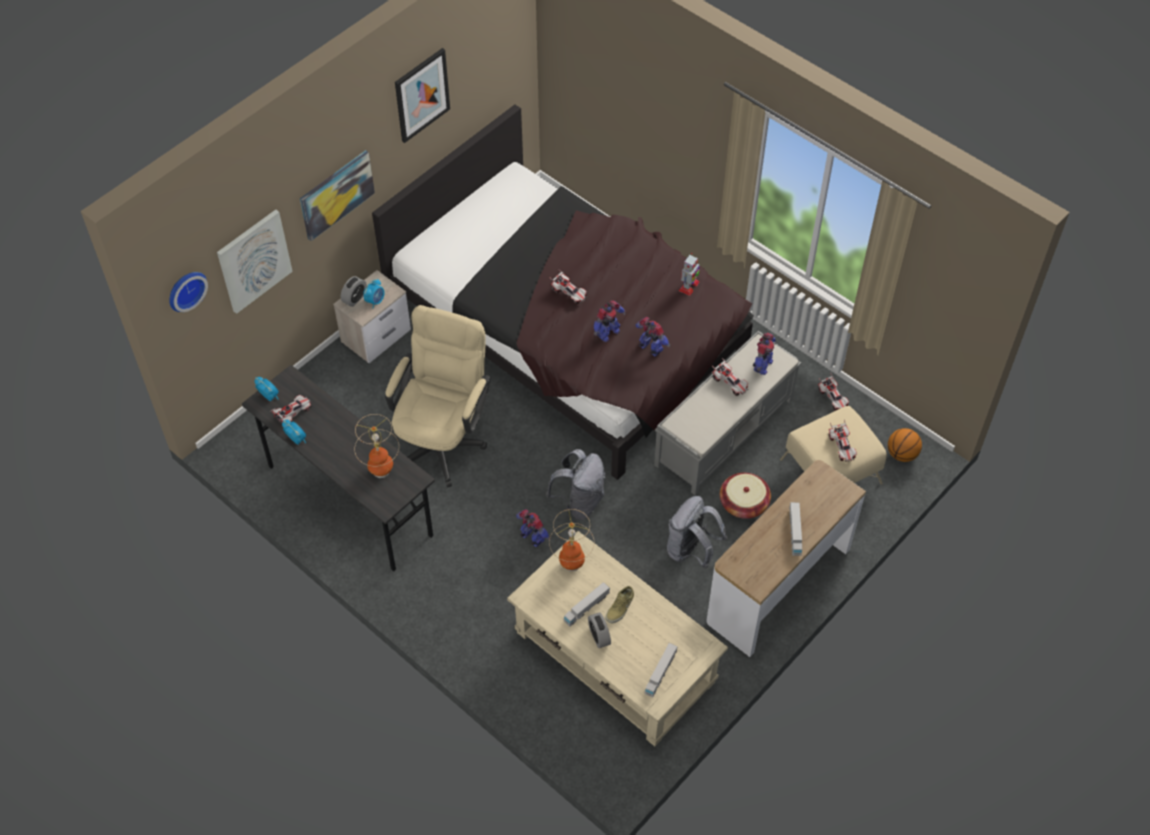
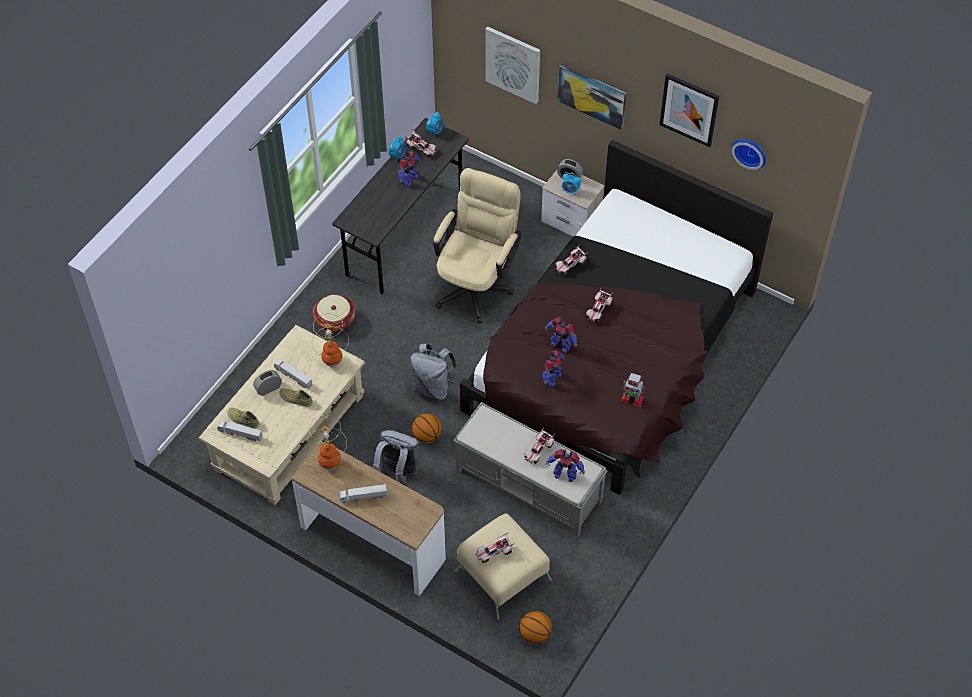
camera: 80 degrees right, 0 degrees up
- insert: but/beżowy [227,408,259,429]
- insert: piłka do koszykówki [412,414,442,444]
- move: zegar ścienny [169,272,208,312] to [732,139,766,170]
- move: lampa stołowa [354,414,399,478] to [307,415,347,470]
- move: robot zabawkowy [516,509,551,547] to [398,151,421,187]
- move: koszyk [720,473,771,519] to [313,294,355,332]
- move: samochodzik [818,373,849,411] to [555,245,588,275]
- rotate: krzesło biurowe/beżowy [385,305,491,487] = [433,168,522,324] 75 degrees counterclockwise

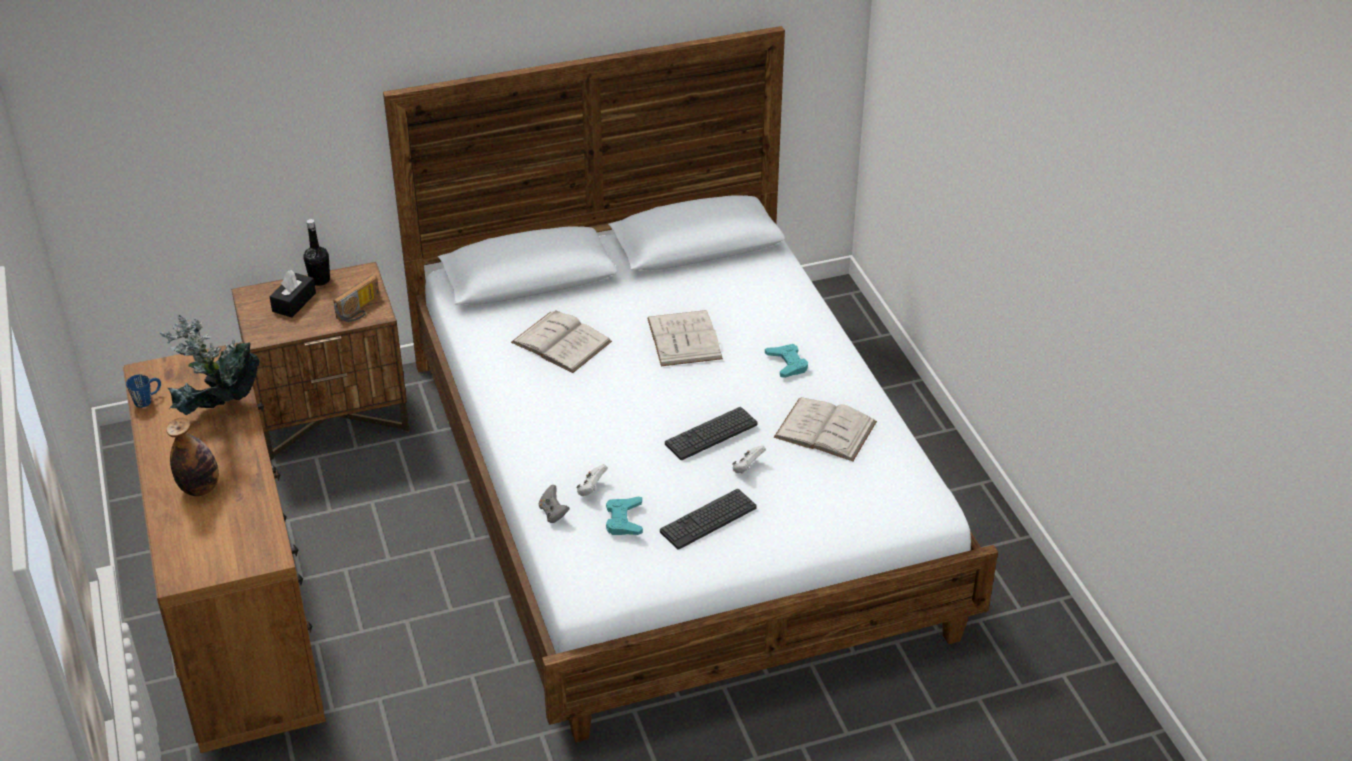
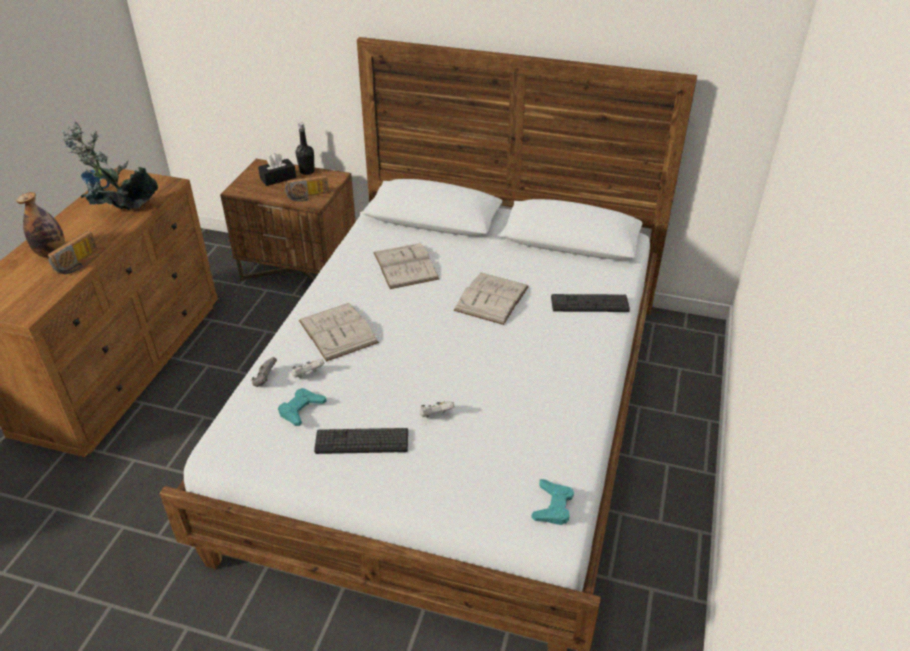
camera: 35 degrees right, 0 degrees up
- insert: radio [48,231,98,274]
- move: klawiatura [665,407,758,460] to [551,294,630,312]
- move: pad do gier/turkusowy [765,344,808,378] to [531,479,574,525]
- move: książka/biały [774,397,877,461] to [299,303,379,362]

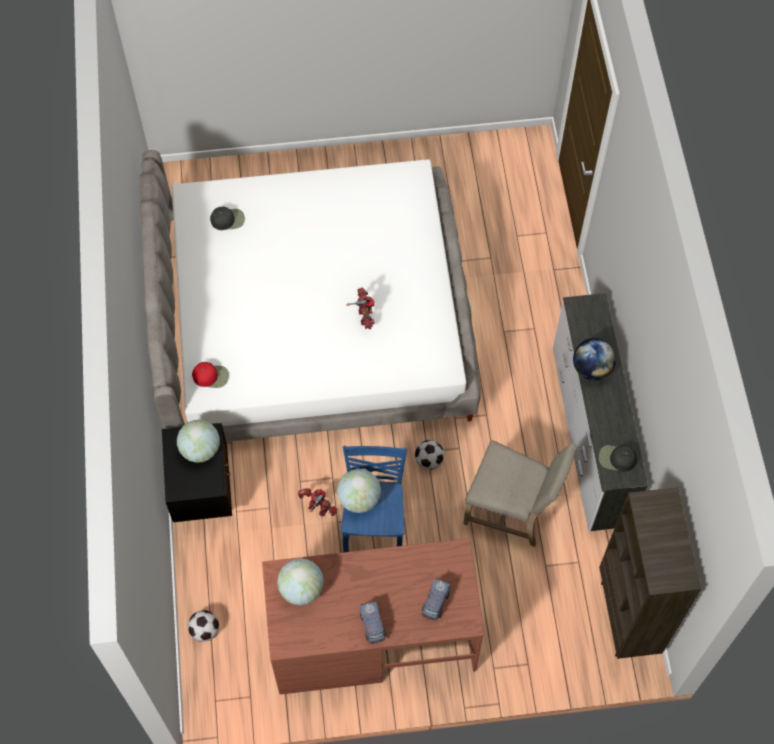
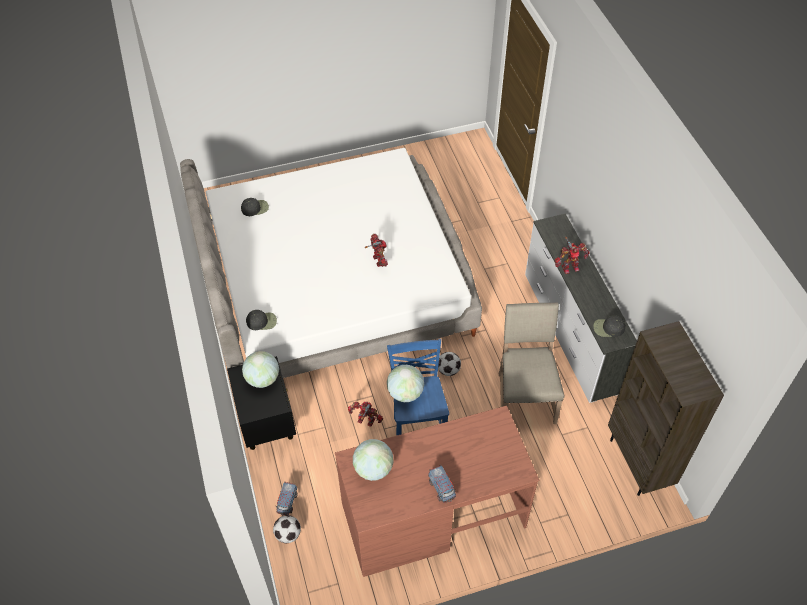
camera: 10 degrees left, 10 degrees down
- move: ciężarówka zabawkowa [422,578,451,621] to [275,482,298,516]
- replace: globus [573,338,616,380] to robot zabawkowy [554,237,590,274]
- recolor: czapka z daszkiem/czerwony [192,362,229,388] to czapka z daszkiem/czarny [246,310,277,330]
- rotate: krzesło/beżowy [463,440,578,547] = [499,302,564,424] 105 degrees counterclockwise

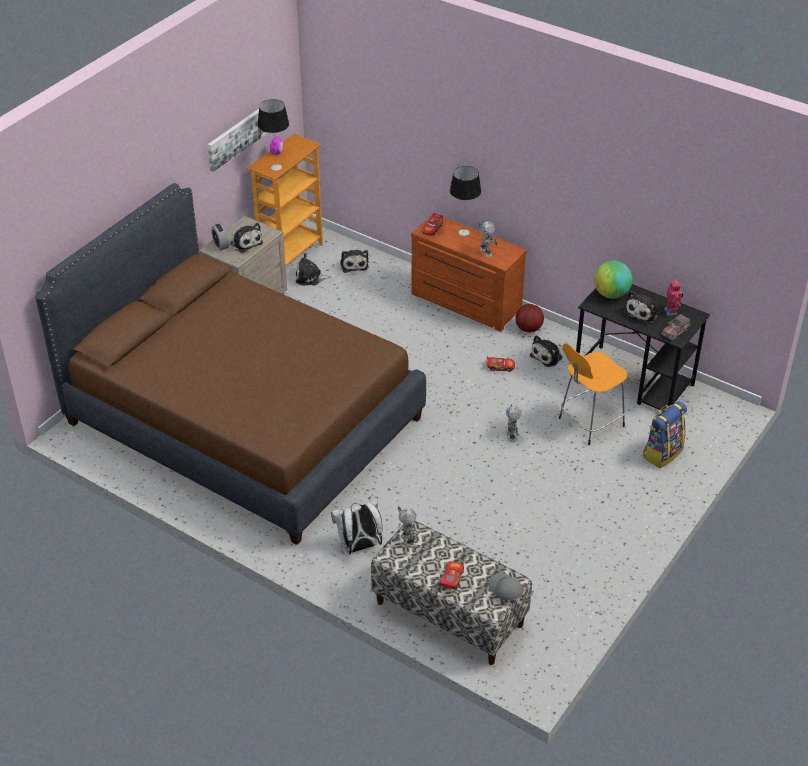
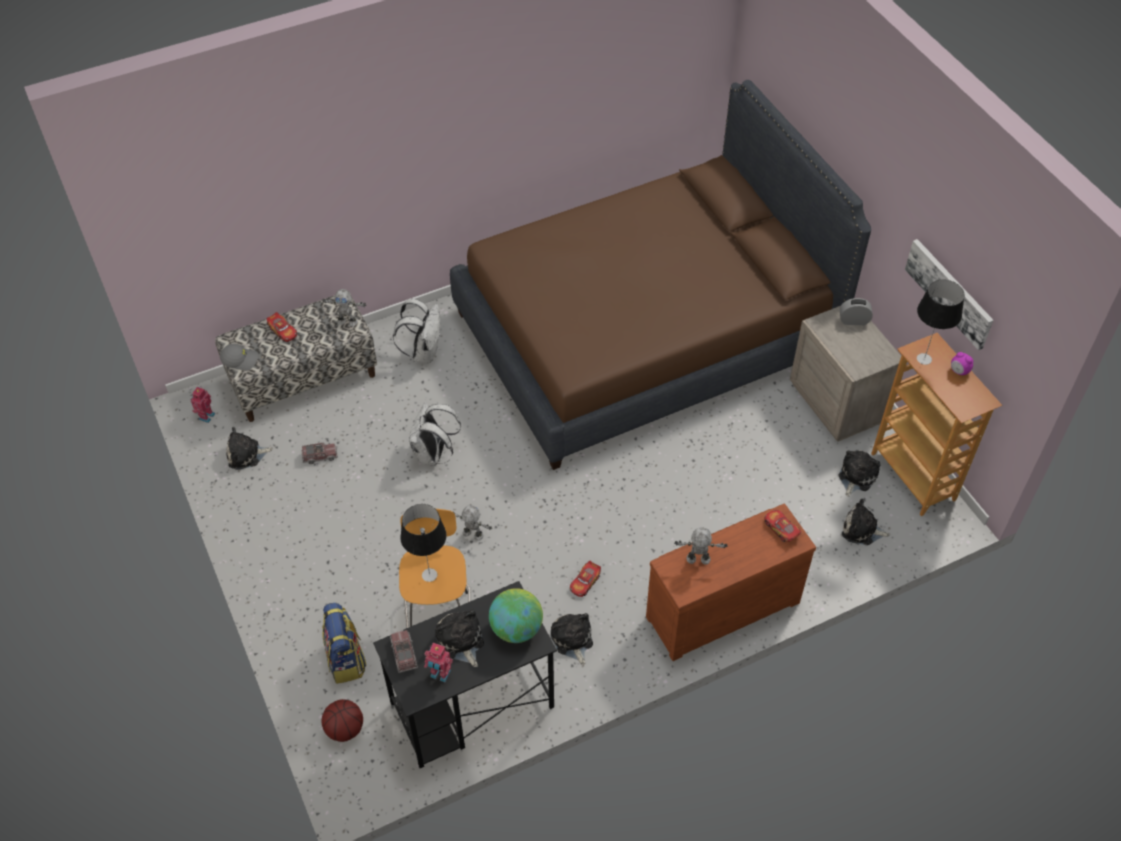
camera: 120 degrees right, 10 degrees up
- insert: robot zabawkowy [191,386,215,423]
- insert: ciężarówka zabawkowa [301,443,338,464]
- insert: plecak/biały [409,402,461,466]
- move: pluszak [230,223,263,253] to [226,427,273,470]
- move: lampa stołowa [450,166,481,236] to [400,504,447,582]
- move: piłka do koszykówki [515,304,544,332] to [322,699,363,742]

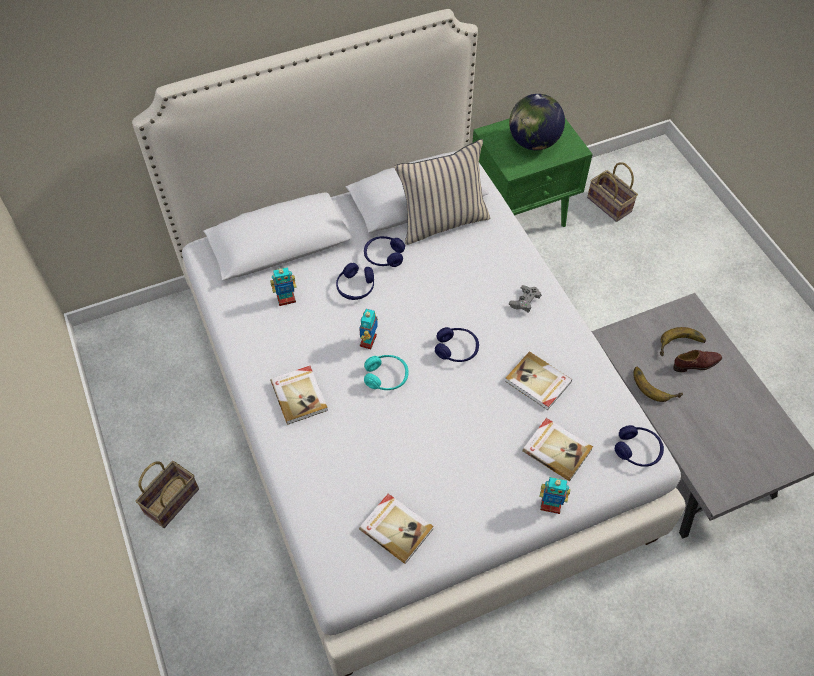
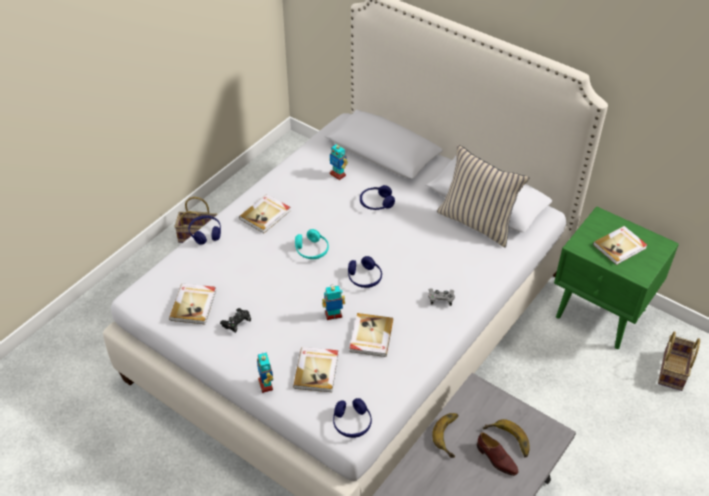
camera: 60 degrees right, 10 degrees down
- insert: pad do gier/czarny [220,308,251,333]
- move: robot zabawkowy [359,309,378,349] to [322,284,345,320]
- move: słuchawki/niebieski [364,236,405,267] to [188,215,221,245]
- replace: globus [509,94,565,150] to książka [593,226,647,265]

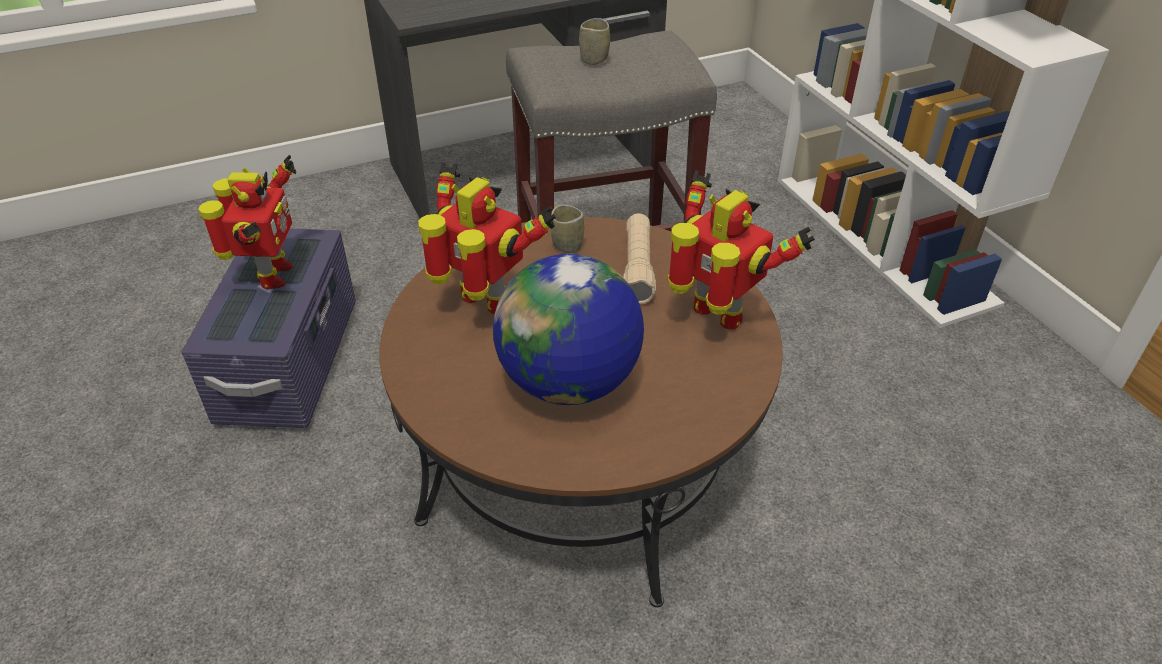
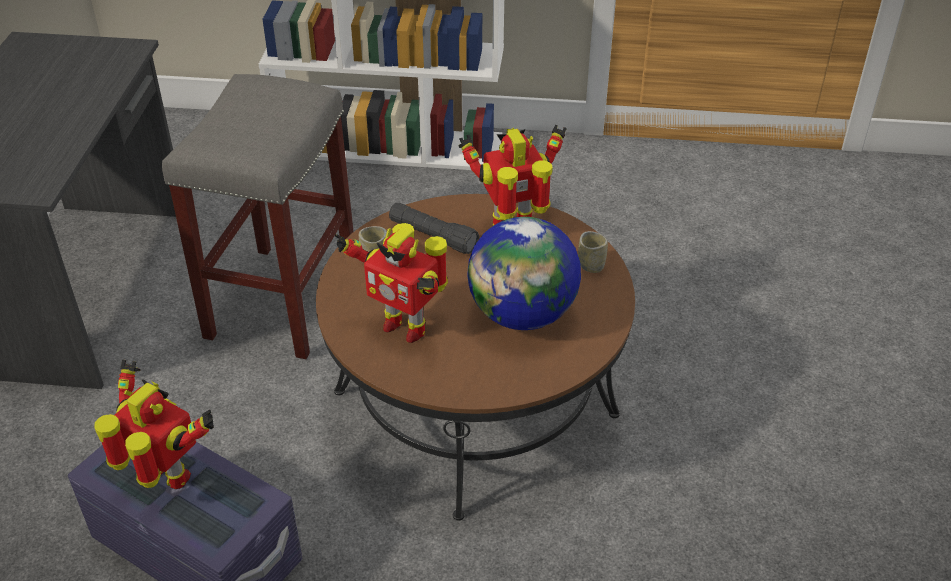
camera: 60 degrees left, 0 degrees up
- move: filiżanka [579,18,610,65] to [578,231,608,273]
- recolor: latarka/beżowy [623,213,656,304] to latarka/czarny [389,203,479,254]
- rotate: robot zabawkowy [418,162,556,314] = [335,223,448,343] 120 degrees counterclockwise

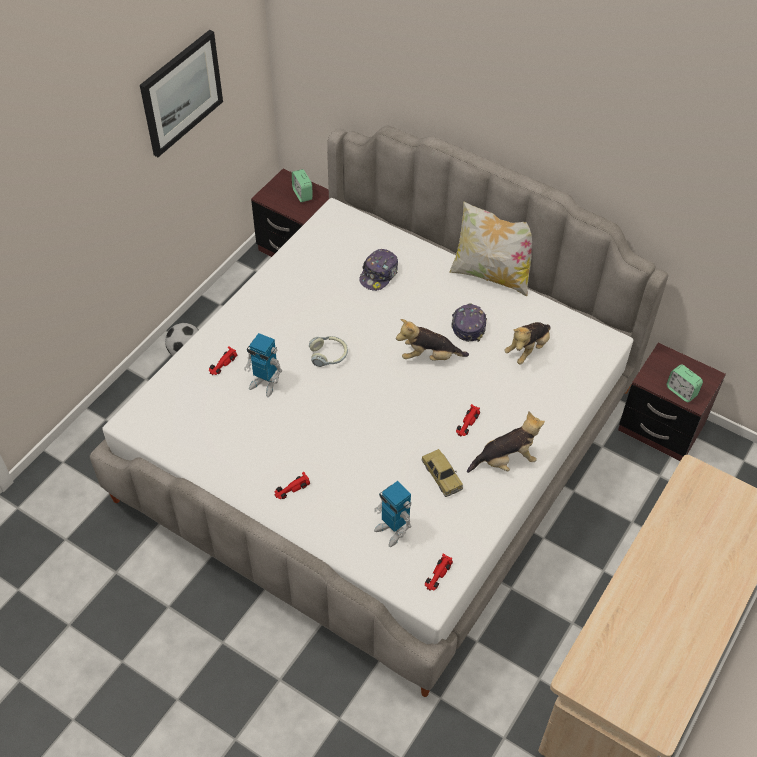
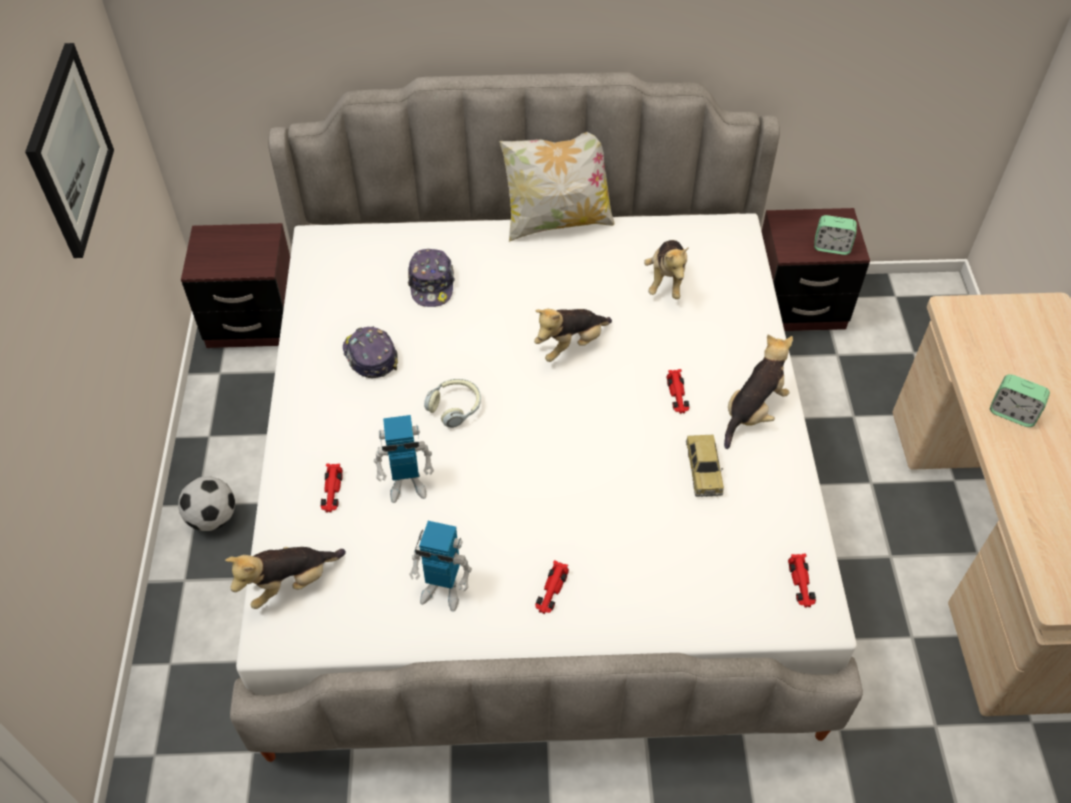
camera: 35 degrees left, 0 degrees up
- insert: pluszak [225,547,346,609]
- move: budzik [292,169,312,202] to [990,374,1050,427]
- move: robot zabawkowy [374,481,412,547] to [409,521,472,612]
- move: czapka z daszkiem [452,303,487,342] to [343,326,398,378]
- rotate: samochodzik [421,449,463,497] = [686,435,724,497] 60 degrees clockwise

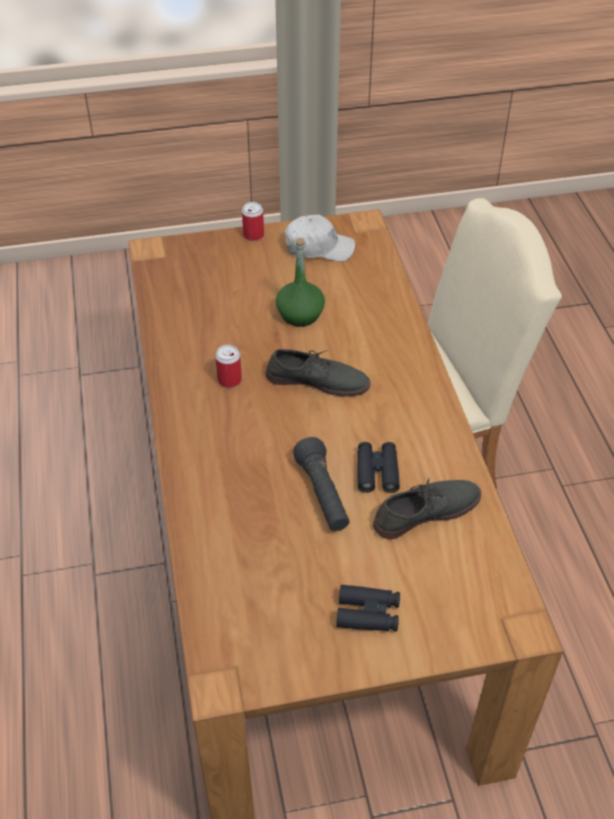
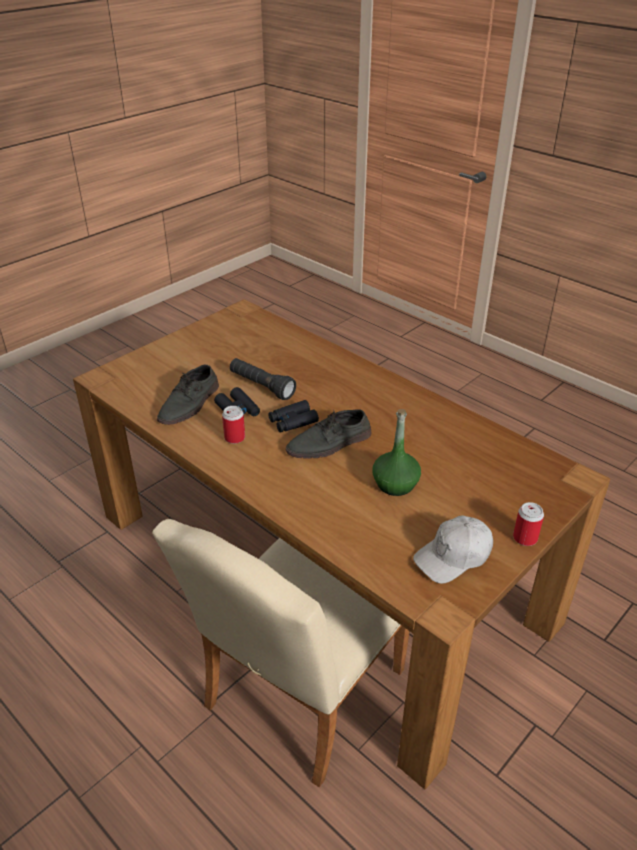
camera: 145 degrees right, 10 degrees down
- move: puszka [215,345,242,388] to [222,406,245,444]
- move: lornetka/czarny [336,585,400,632] to [268,400,319,433]

